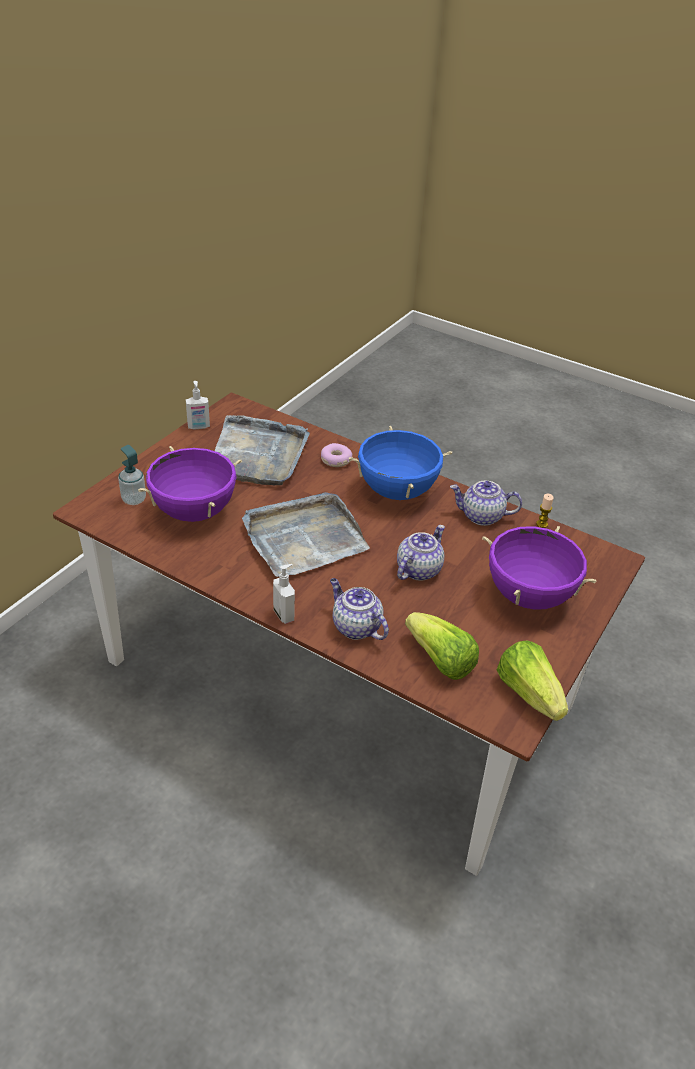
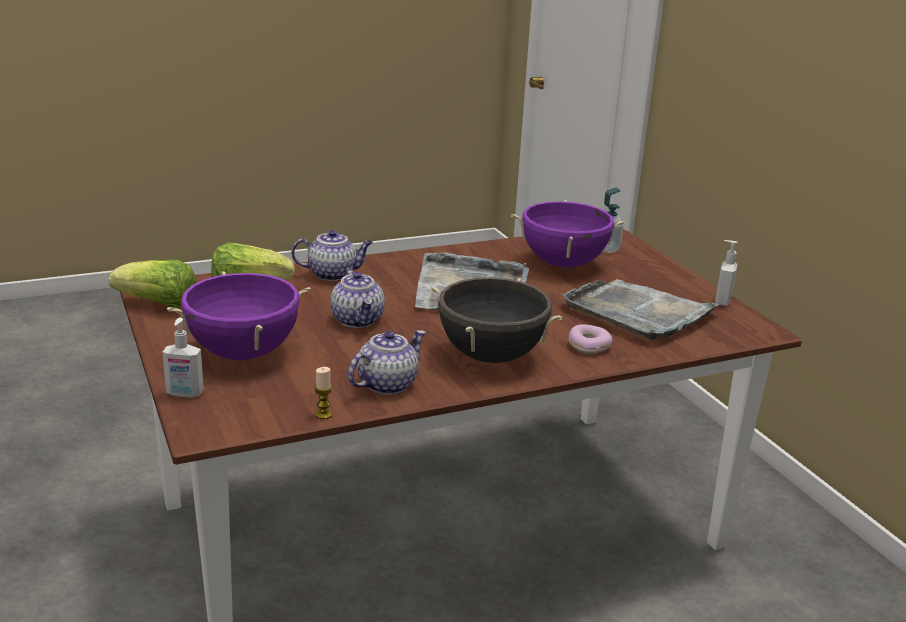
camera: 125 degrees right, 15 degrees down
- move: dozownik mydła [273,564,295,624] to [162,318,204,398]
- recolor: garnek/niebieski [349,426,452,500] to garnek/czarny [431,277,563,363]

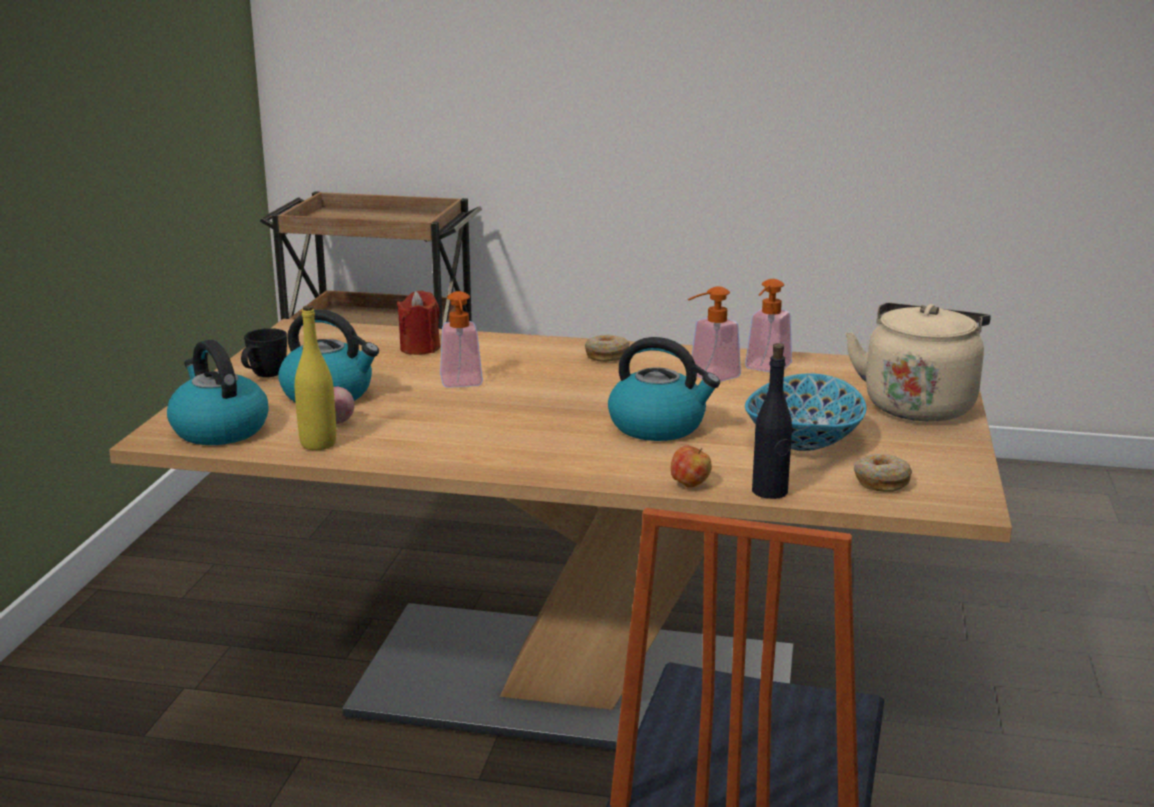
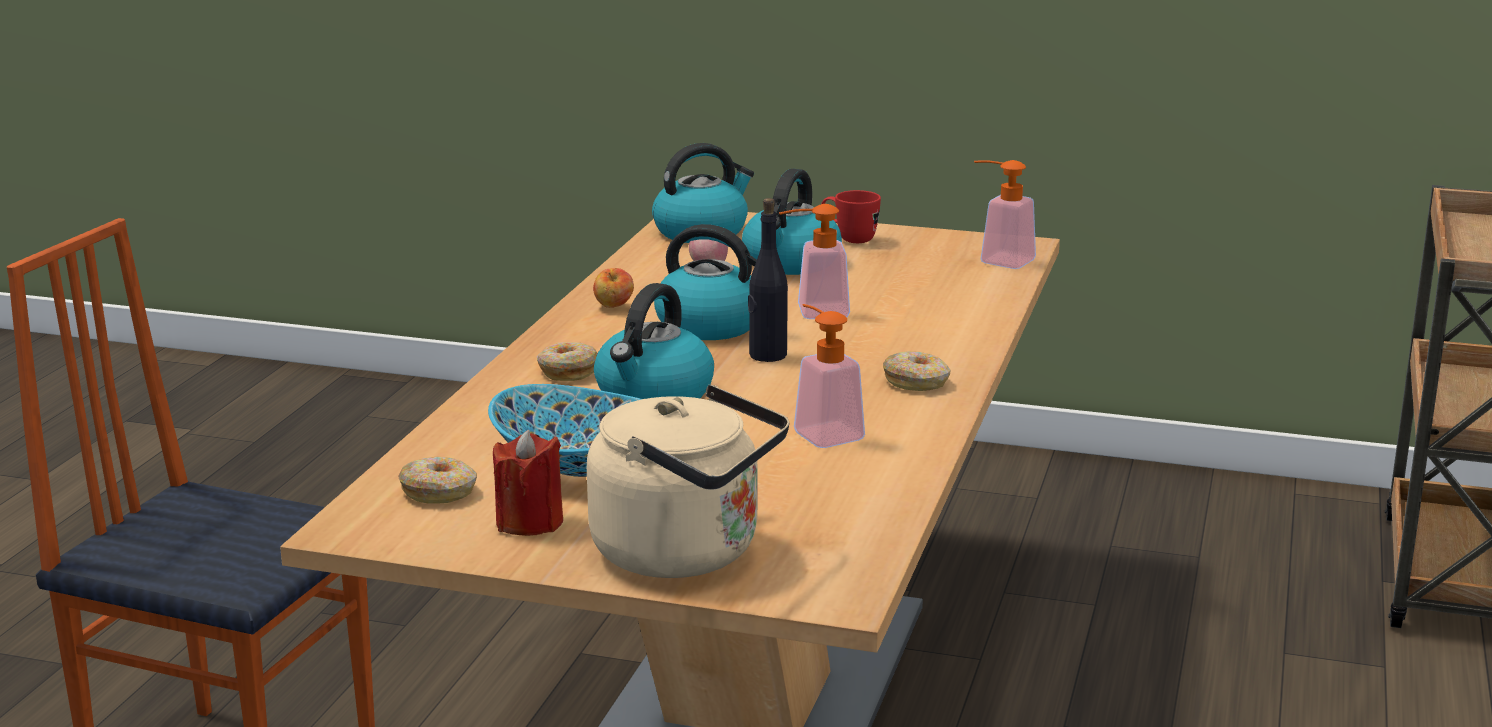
camera: 95 degrees right, 0 degrees up
- delete: butelka/żółty [295,305,336,450]
- insert: donut [537,342,598,381]
- insert: czajnik [654,224,757,340]
- move: świeca/czerwony [397,291,440,355] to [493,430,563,536]
- move: jabłko [671,446,712,488] to [593,268,634,308]
- move: dozownik mydła [745,279,792,372] to [974,160,1036,269]
- move: butelka/czarny [752,343,792,499] to [748,198,788,362]
- recolor: kubek/czarny [241,328,287,377] to kubek/czerwony [821,190,881,243]

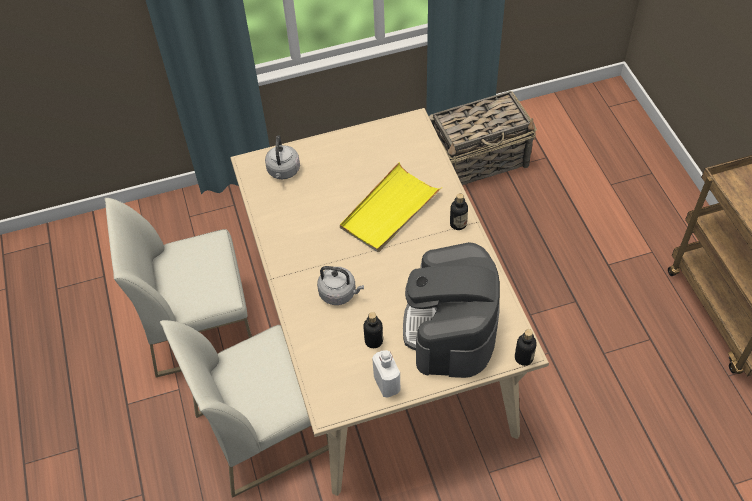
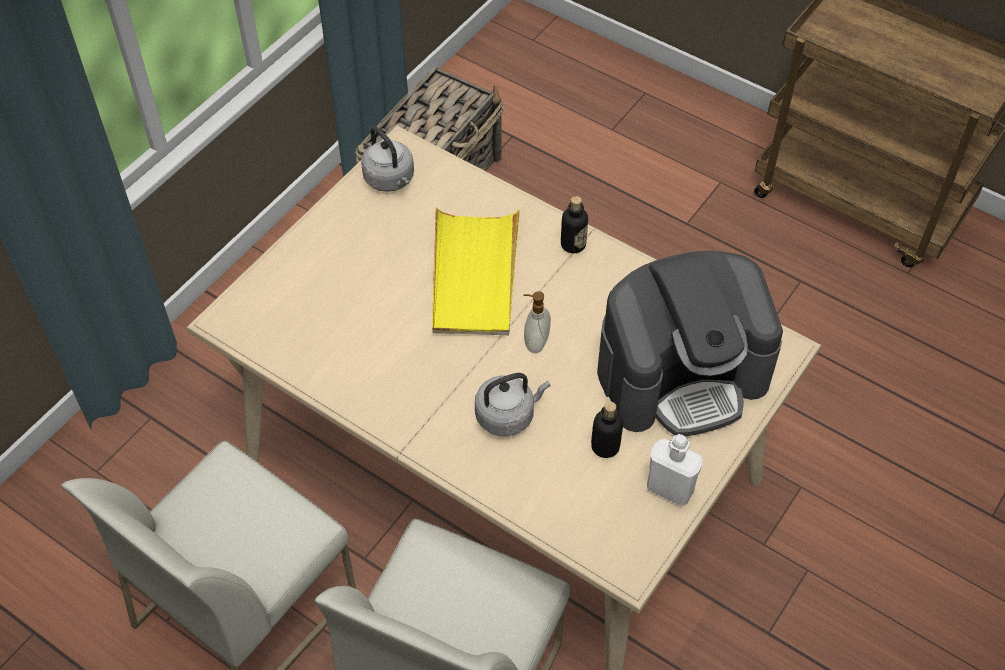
camera: 40 degrees left, 0 degrees up
- delete: butelka [515,329,537,366]
- insert: dozownik mydła [524,291,551,353]
- move: czajnik/szary [265,135,300,179] to [361,127,414,192]
- rotate: ekspres do kawy [403,242,500,378] = [597,251,783,436] 75 degrees counterclockwise

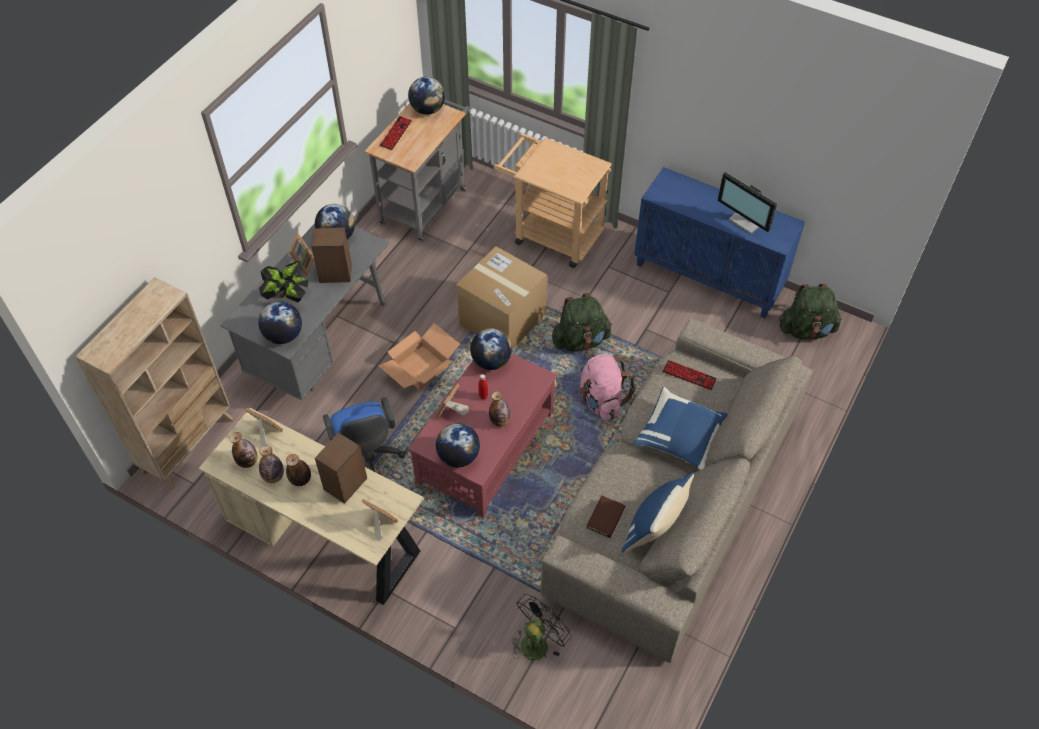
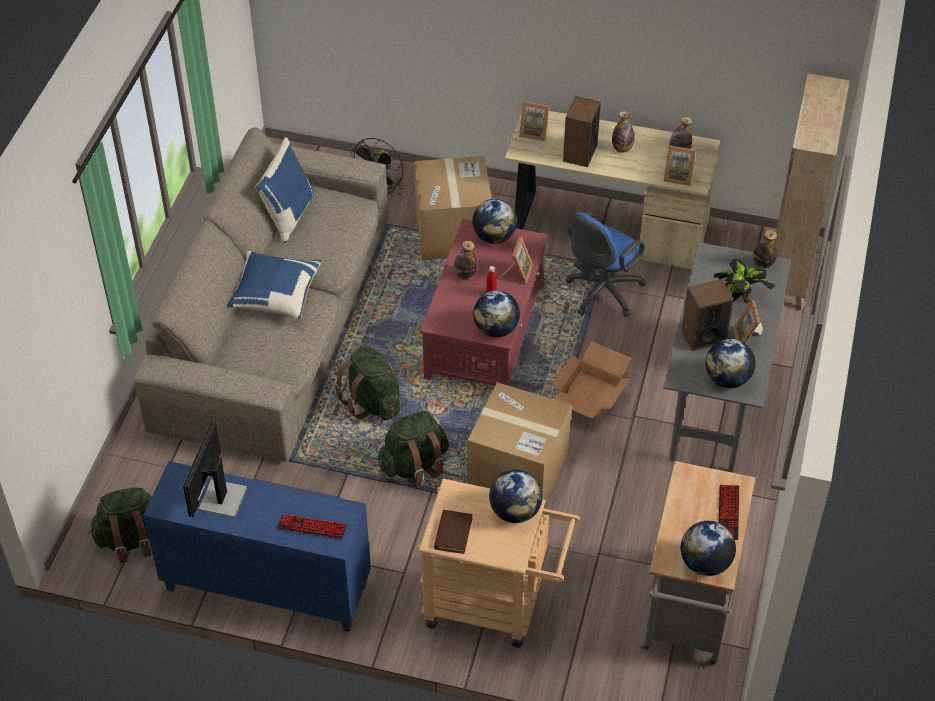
camera: 165 degrees right, 5 degrees down
- insert: karton [414,156,492,260]
- move: globus [258,301,302,344] to [489,470,542,523]
- move: butelka [259,446,284,483] to [753,229,778,268]
- move: książka/brązowy [587,496,625,538] to [434,510,473,554]
- move: klawiatura [663,360,717,390] to [278,514,347,539]
- recolor: plecak/różowy [579,354,635,421] to plecak/zielony [335,346,400,420]
- rotate: krzesło biurowe/niebieski [323,397,405,472] = [565,212,646,317] 105 degrees counterclockwise
- rotate: monitor [718,172,777,234] = [183,421,247,518] 105 degrees counterclockwise

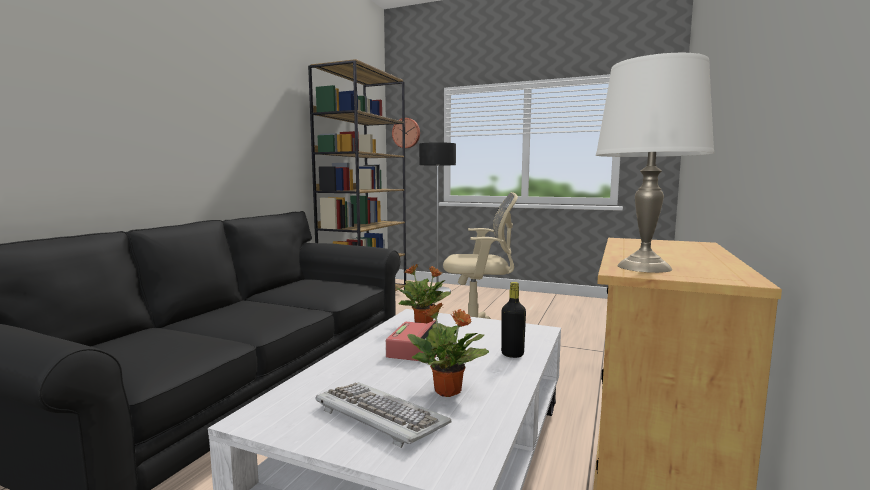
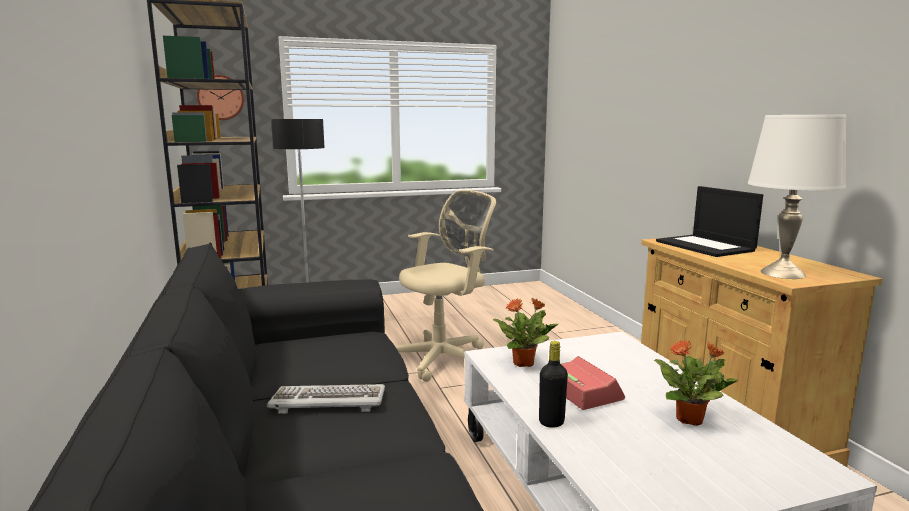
camera: 40 degrees left, 5 degrees up
- insert: laptop [656,186,763,257]
- move: klawiatura [315,382,451,448] to [267,384,385,414]
- move: butelka/czarny [501,282,526,358] to [539,341,568,428]

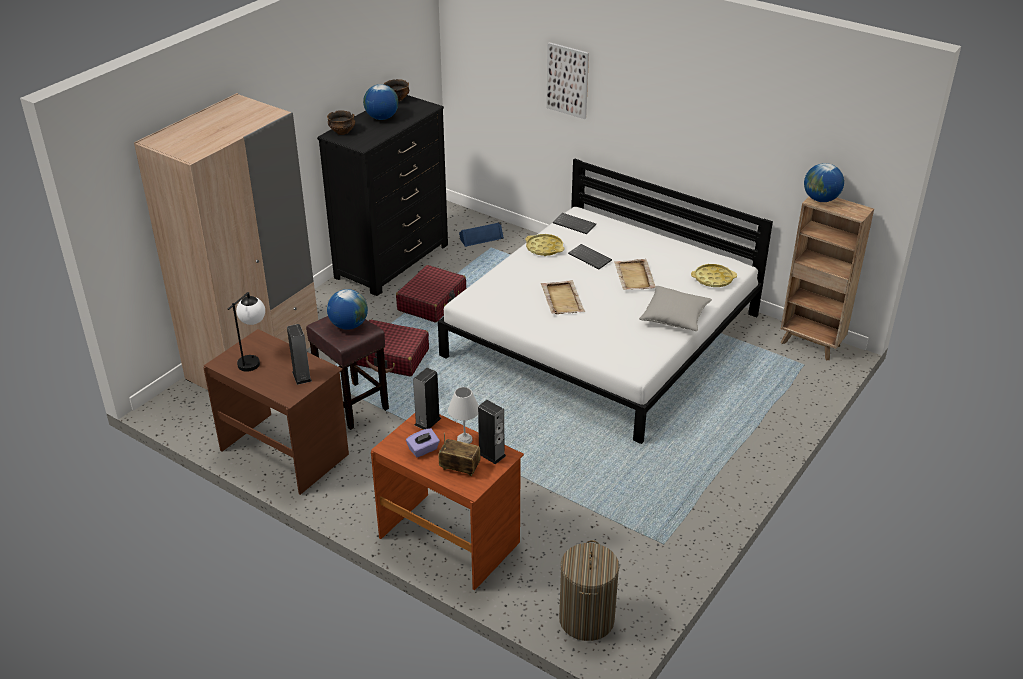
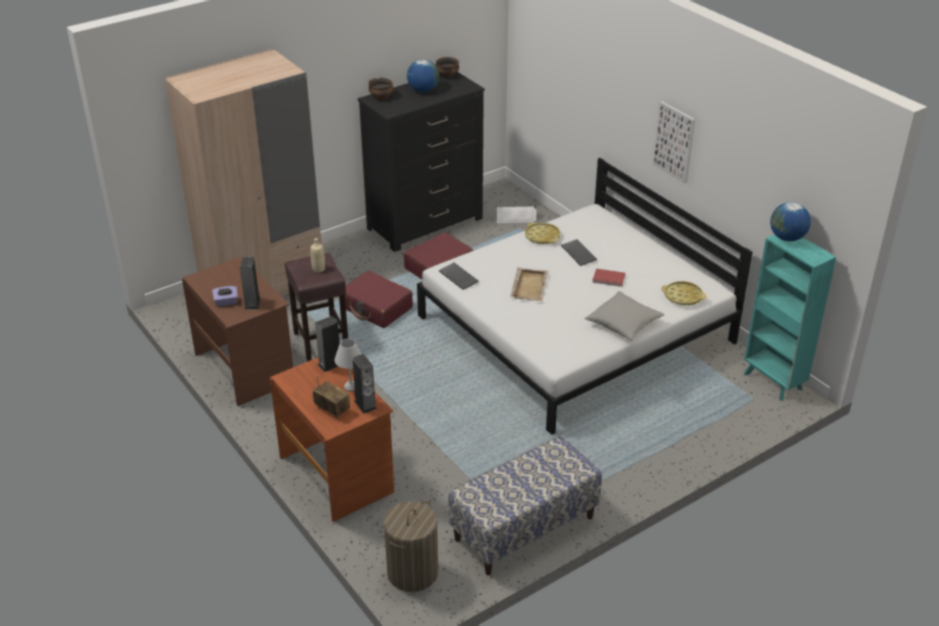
camera: 20 degrees right, 0 degrees up
- delete: lampa stołowa [228,292,265,371]
- insert: ławka [449,436,602,575]
- move: pudełko chusteczek/fioletowy [406,428,440,457] to [212,286,238,306]
- move: obraz [546,42,589,119] to [653,101,695,183]
- move: klawiatura [553,213,596,234] to [439,263,479,290]
- replace: globus [327,289,368,330] to butelka/beżowy [310,238,325,273]
- replace: taca/beżowy [614,259,655,290] to książka/czerwony [593,269,625,287]
- recolor: głośnik/niebieski [459,222,504,247] to głośnik/biały [496,206,536,223]
- recolor: regał/brązowy [781,197,874,360] to regał/turkusowy [744,234,836,401]

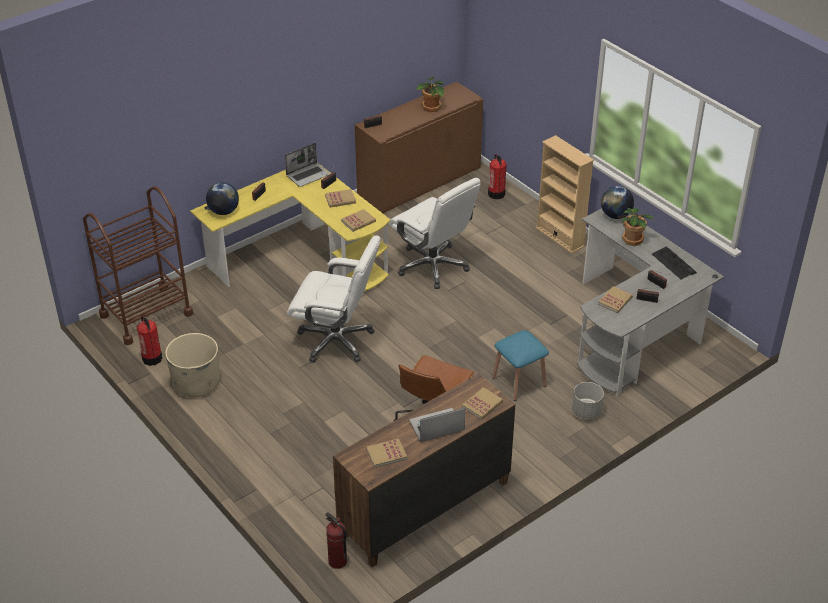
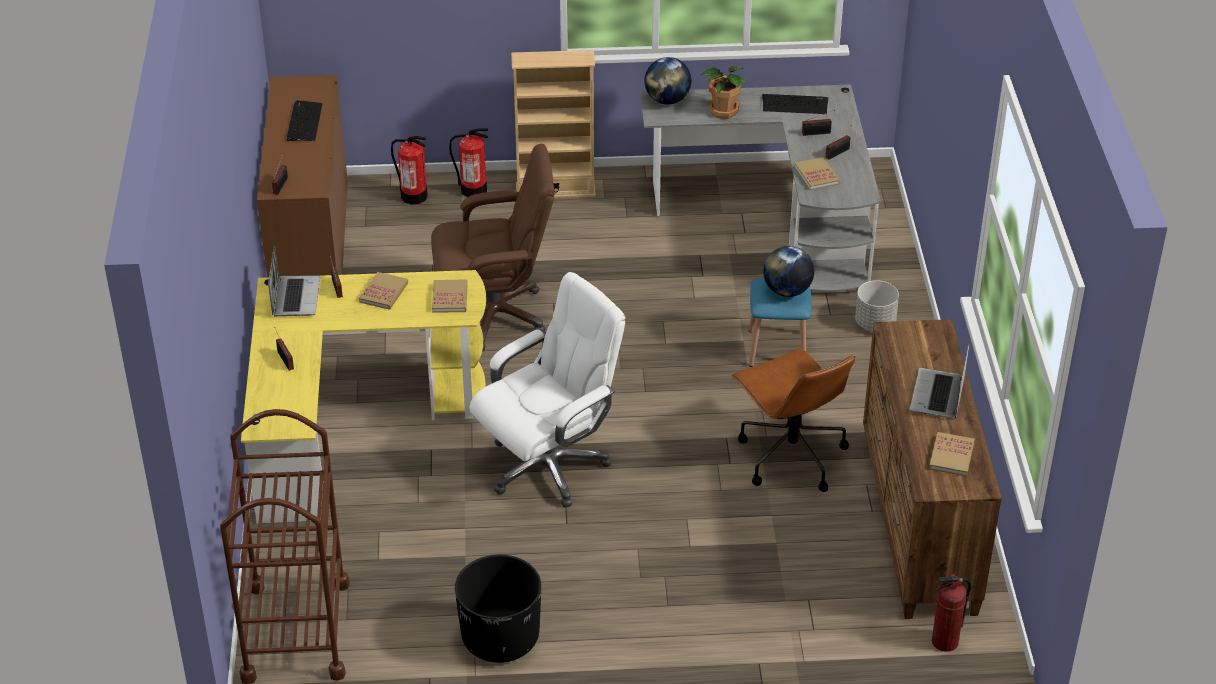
camera: 55 degrees left, 0 degrees up
- delete: książka [462,387,503,420]
- move: gaśnica [137,315,162,366] to [449,128,488,197]
- move: globus [206,182,239,215] to [763,246,814,297]
- replace: roślina doniczkowa [416,77,444,112] to klawiatura [287,100,322,141]
- recolor: donica/beżowy [165,333,220,398] to donica/czarny [455,555,541,663]
- recolor: krzesło biurowe/biały [389,178,481,289] to krzesło biurowe/brązowy [431,144,555,352]

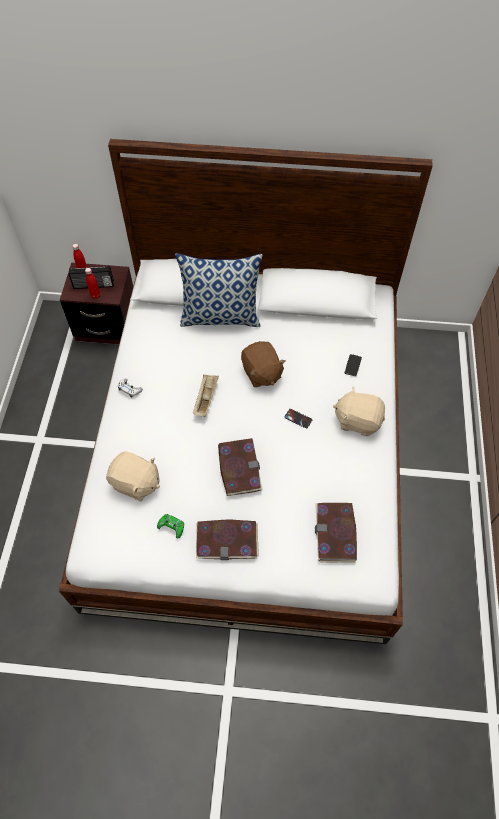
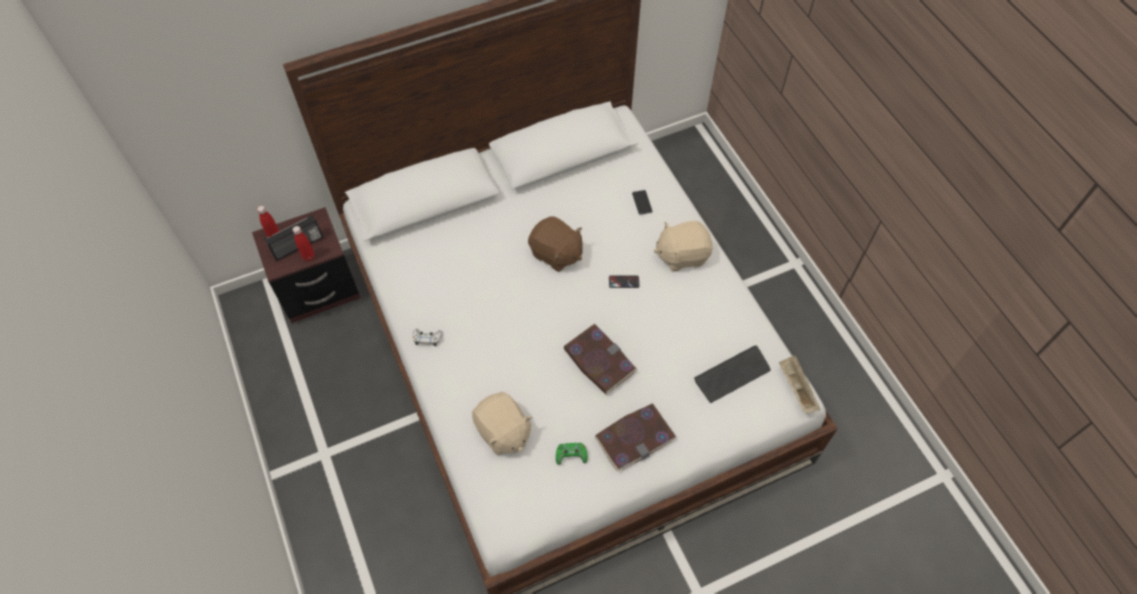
camera: 30 degrees left, 0 degrees up
- delete: poduszka [175,253,263,327]
- move: taca/beżowy [193,375,219,417] to [779,355,820,413]
- replace: książka [315,503,357,563] to klawiatura [694,345,771,403]
- rotate: pluszak/beżowy [106,451,160,501] = [472,392,532,455] 60 degrees clockwise

